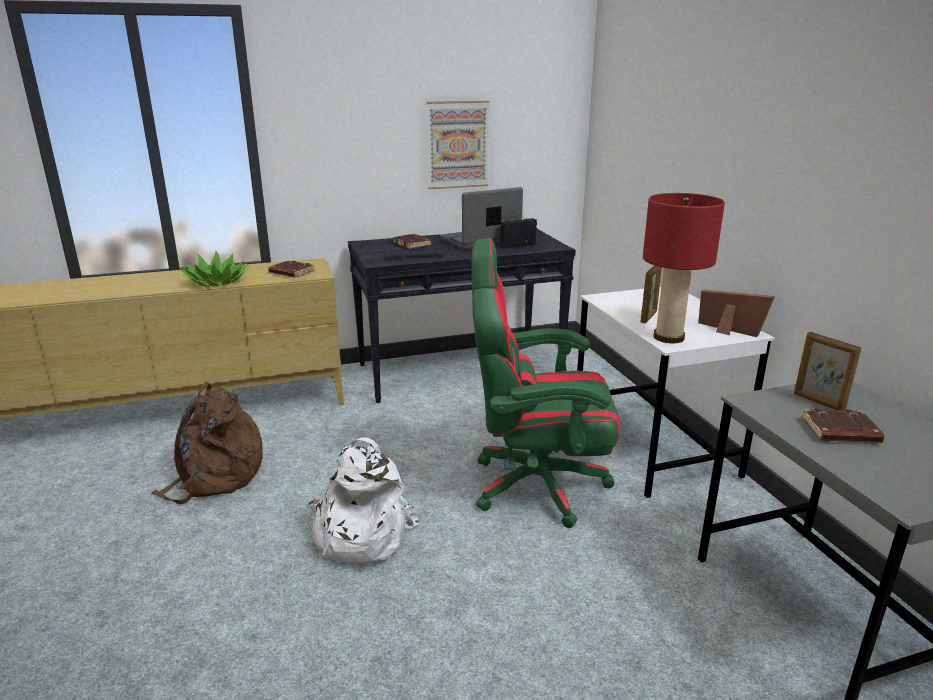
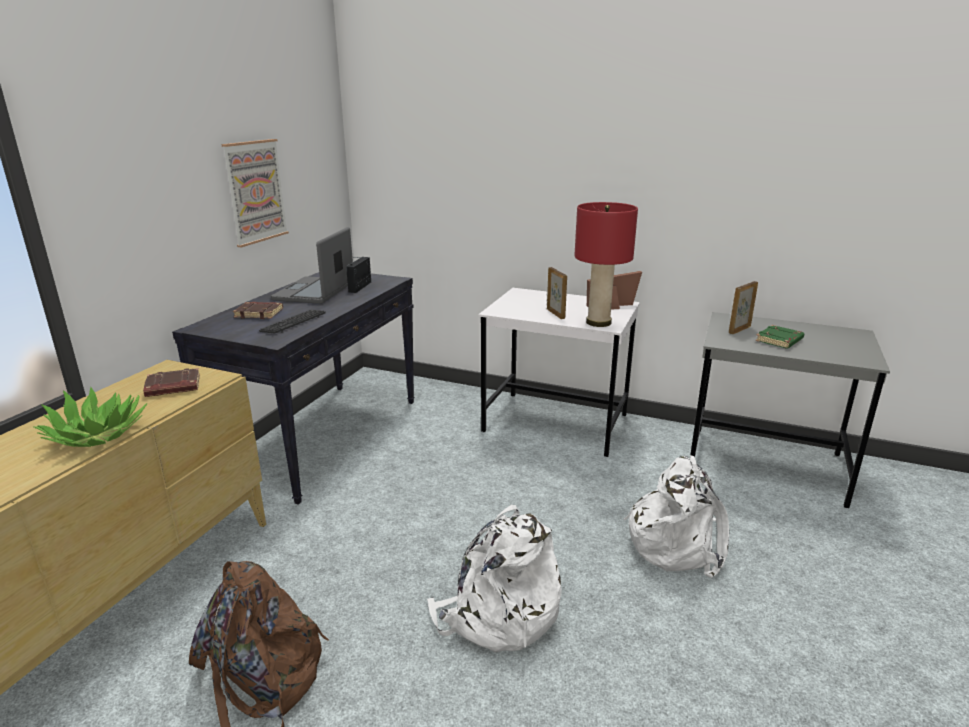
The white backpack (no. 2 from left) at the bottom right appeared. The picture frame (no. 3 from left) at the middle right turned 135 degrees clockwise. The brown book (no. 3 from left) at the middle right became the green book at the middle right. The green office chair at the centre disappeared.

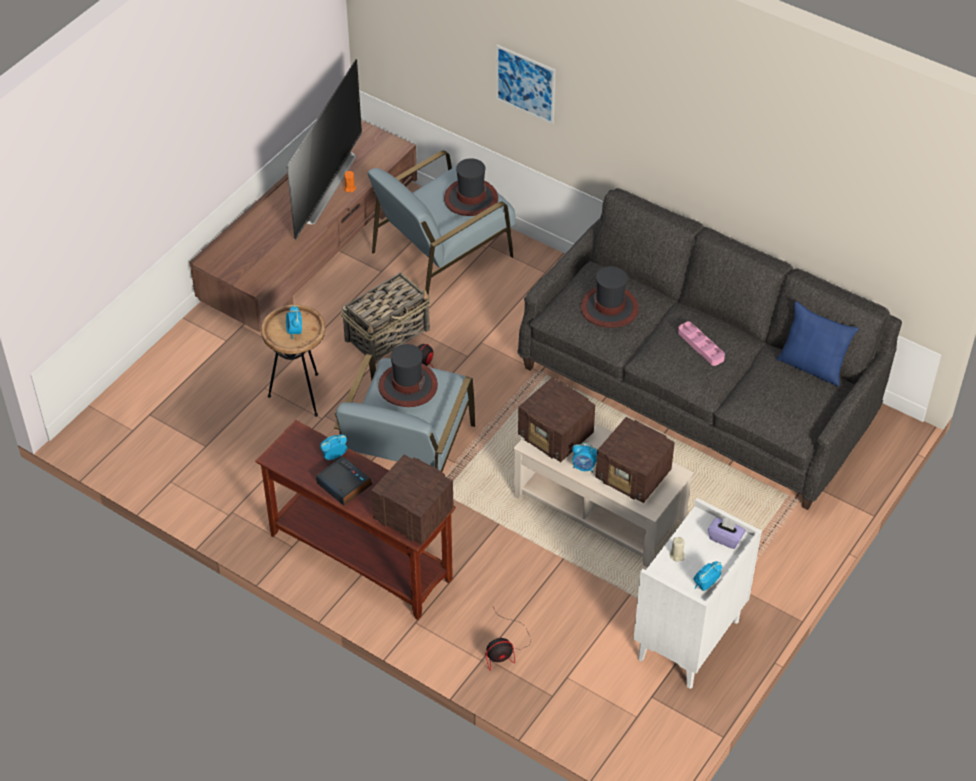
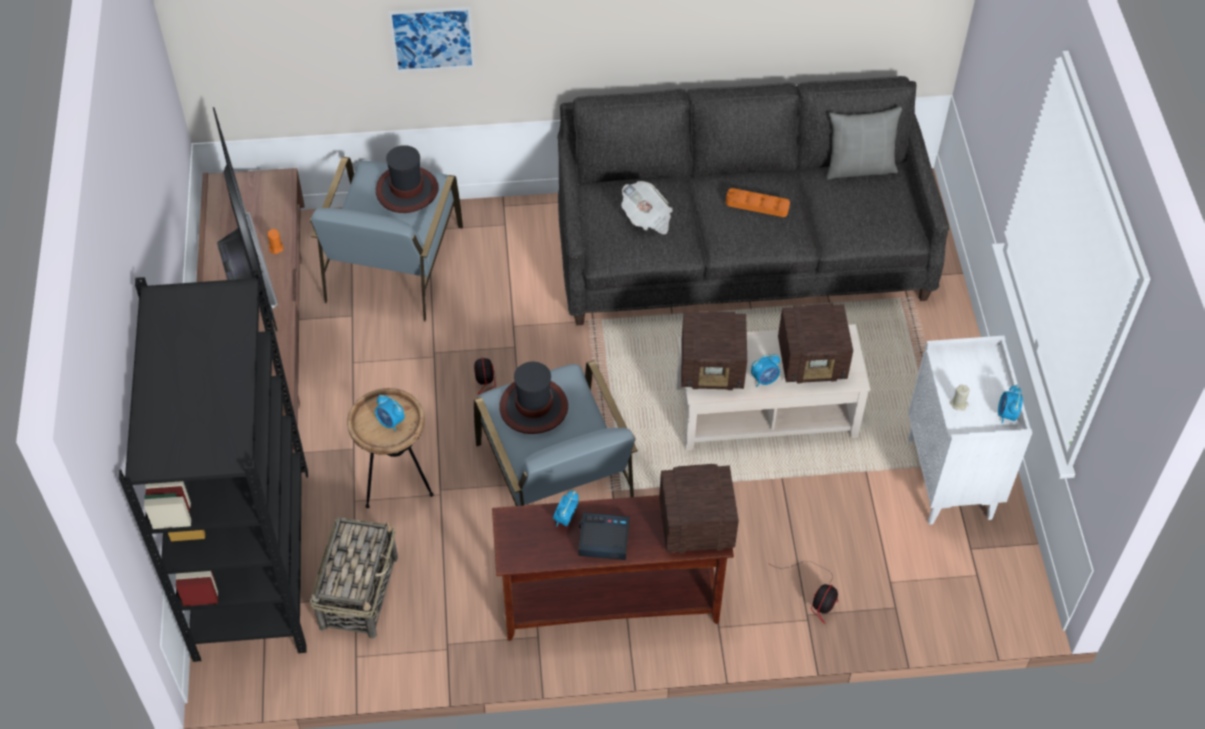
The black bookcase at the middle left appeared. The basket moved from the centre to the bottom left. The hat (no. 3 from left) at the centre was replaced by the newspaper at the top centre. The pink tray at the middle right became the orange tray at the top centre. The blue pillow at the middle right became the grey pillow at the top right. The purple tissue box at the bottom right disappeared.

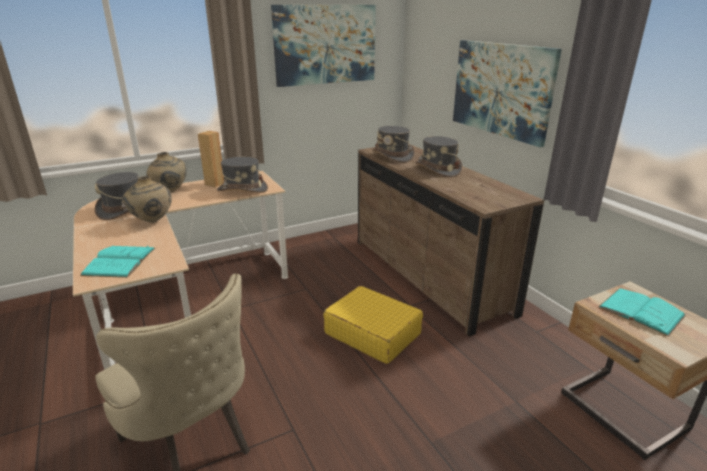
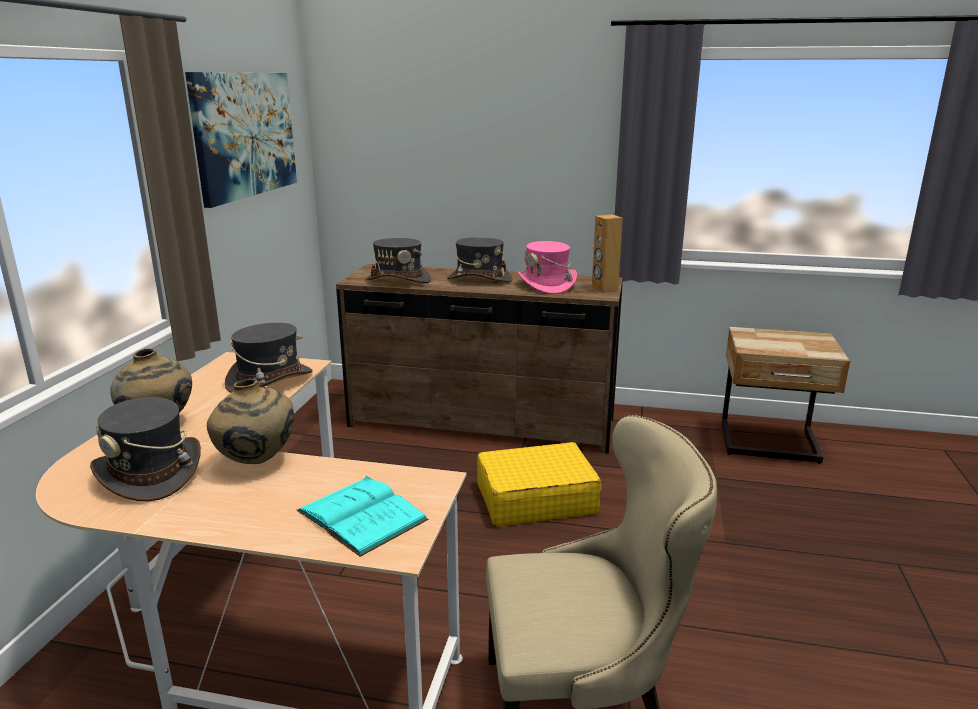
The pink hat at the centre appeared. The brown speaker moved from the middle left to the centre. The picture (no. 2 from left) at the top right disappeared. The turquoise book (no. 2 from left) at the middle right disappeared.

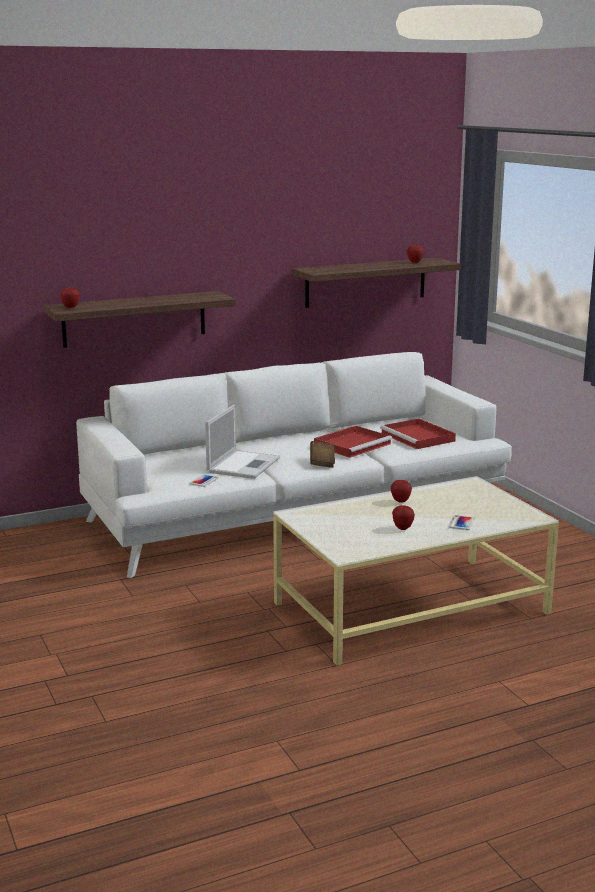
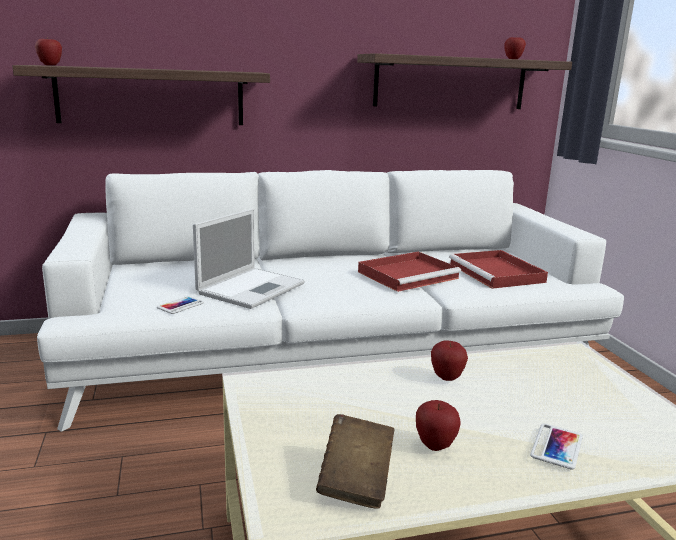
The brown book moved from the centre to the bottom centre.

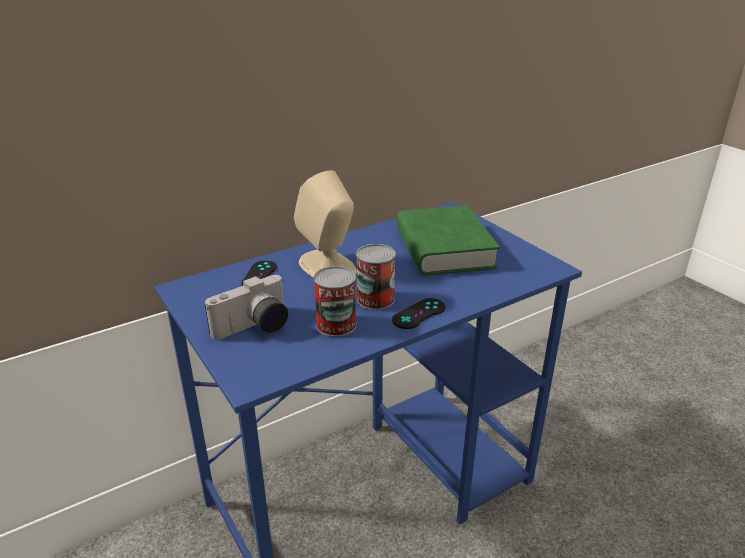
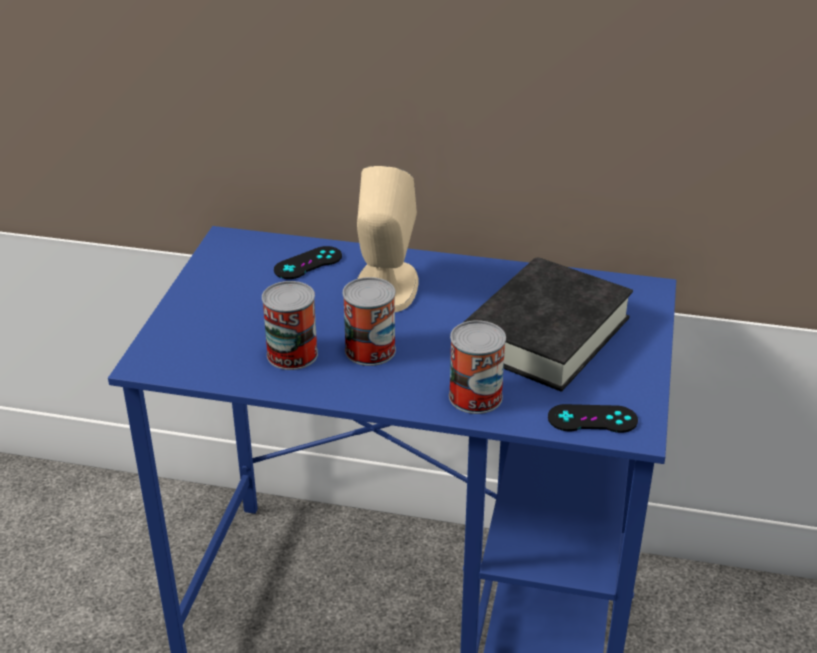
The can (no. 3 from left) at the centre appeared. The green book at the centre became the black book at the middle right. The black game controller (no. 2 from left) moved from the centre to the middle right. The photo camera at the middle left disappeared.

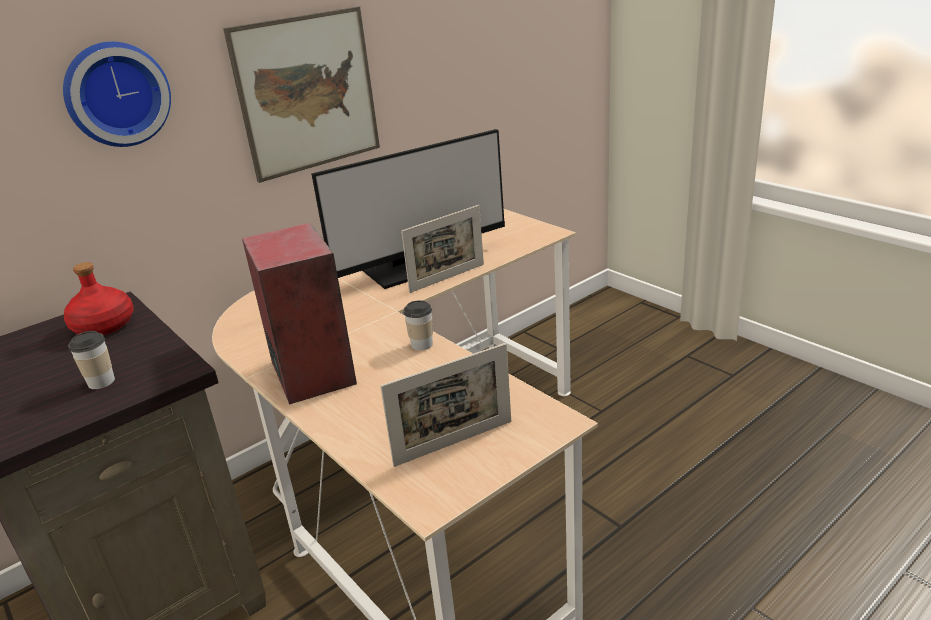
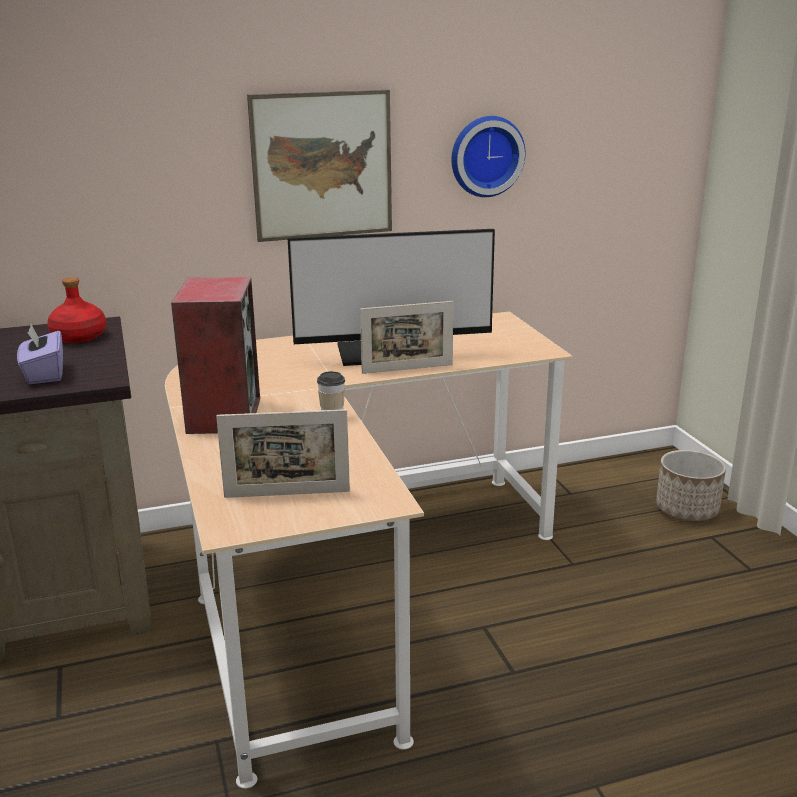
The cup (no. 1 from left) at the middle left was replaced by the purple tissue box at the middle left. The wall clock moved from the top left to the top centre. The planter at the middle right appeared.

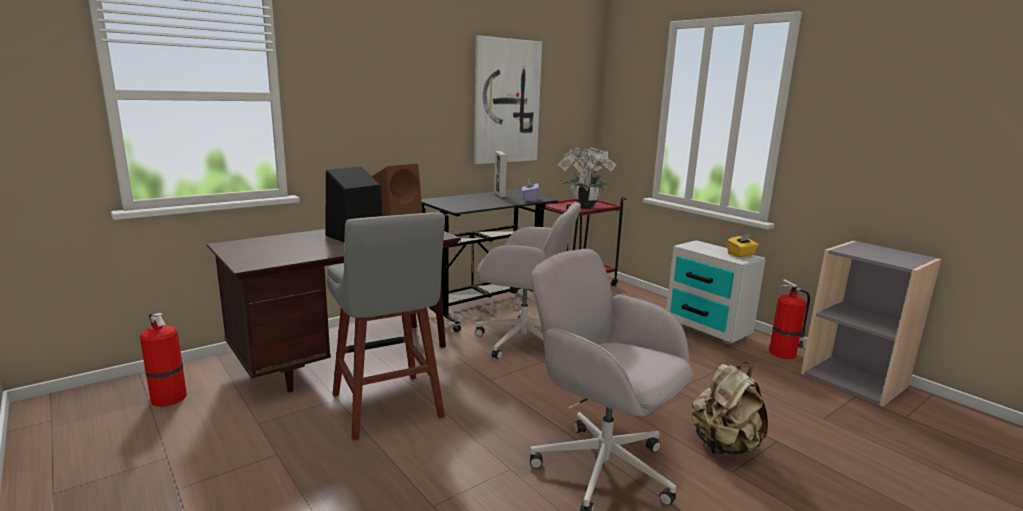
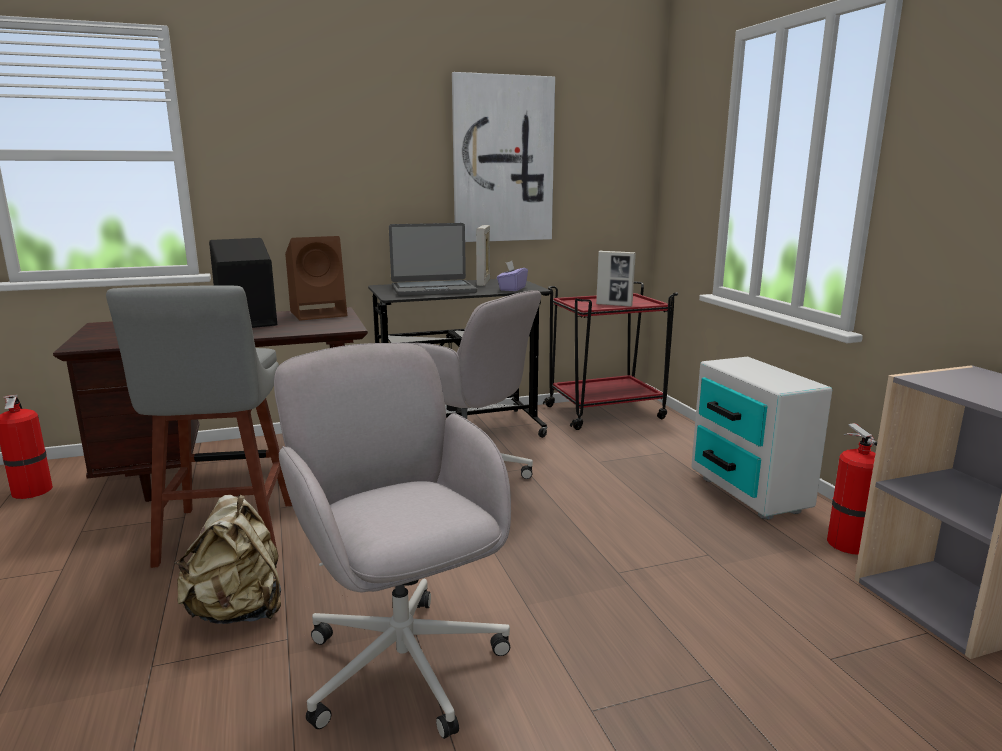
The beige backpack moved from the bottom right to the bottom left. The laptop at the centre appeared. The potted plant at the centre was replaced by the picture frame (no. 2 from left) at the centre. The yellow tissue box at the middle right disappeared.

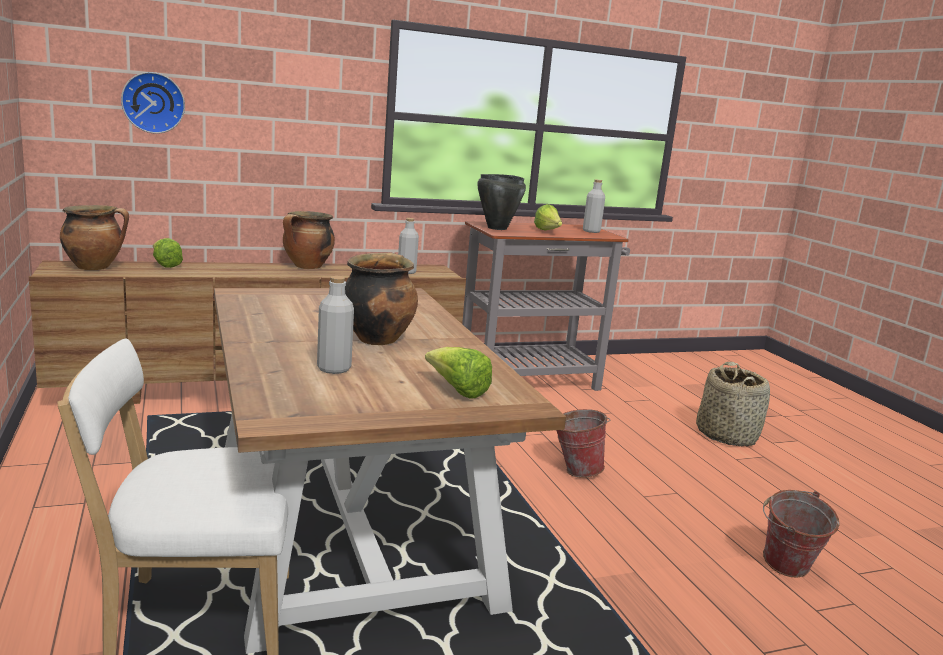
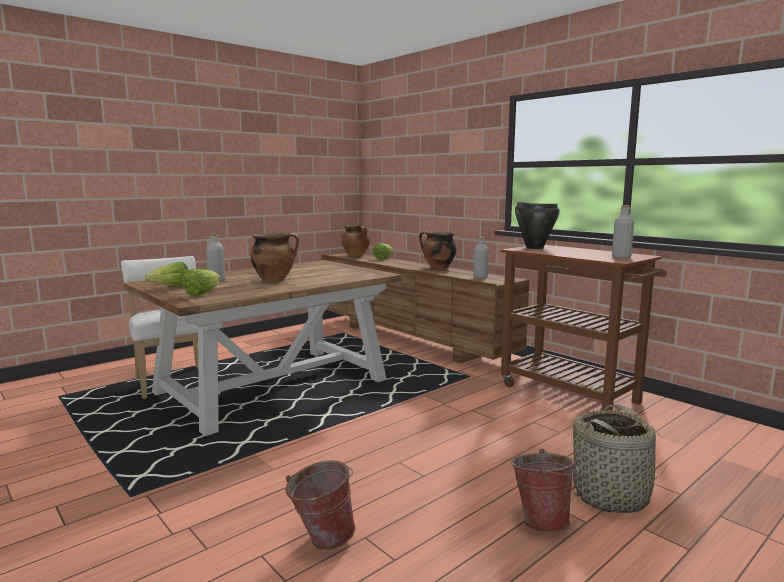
The lettuce (no. 3 from left in the first image) moved from the top centre to the middle left. The grey cart at the centre became the brown cart at the middle right. The bucket (no. 1 from left in the first image) moved from the bottom centre to the bottom right. The wall clock at the top left disappeared.

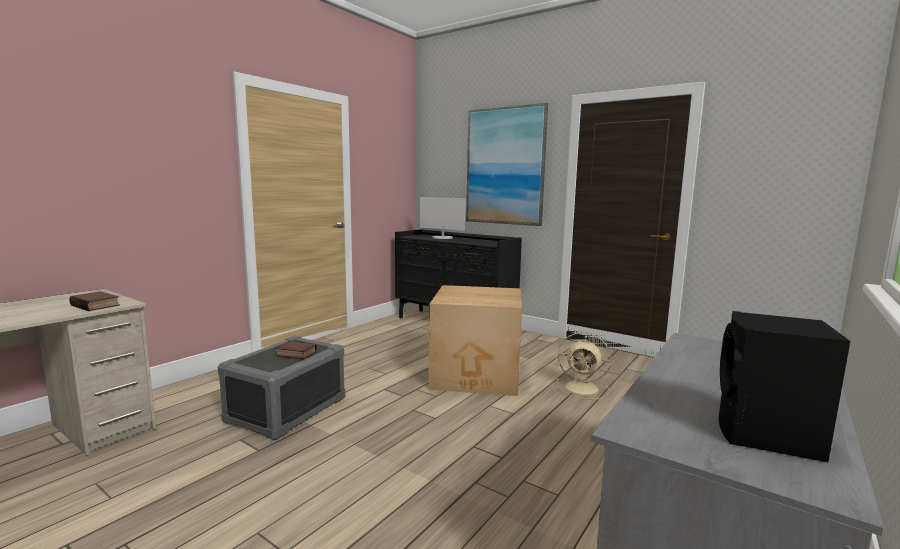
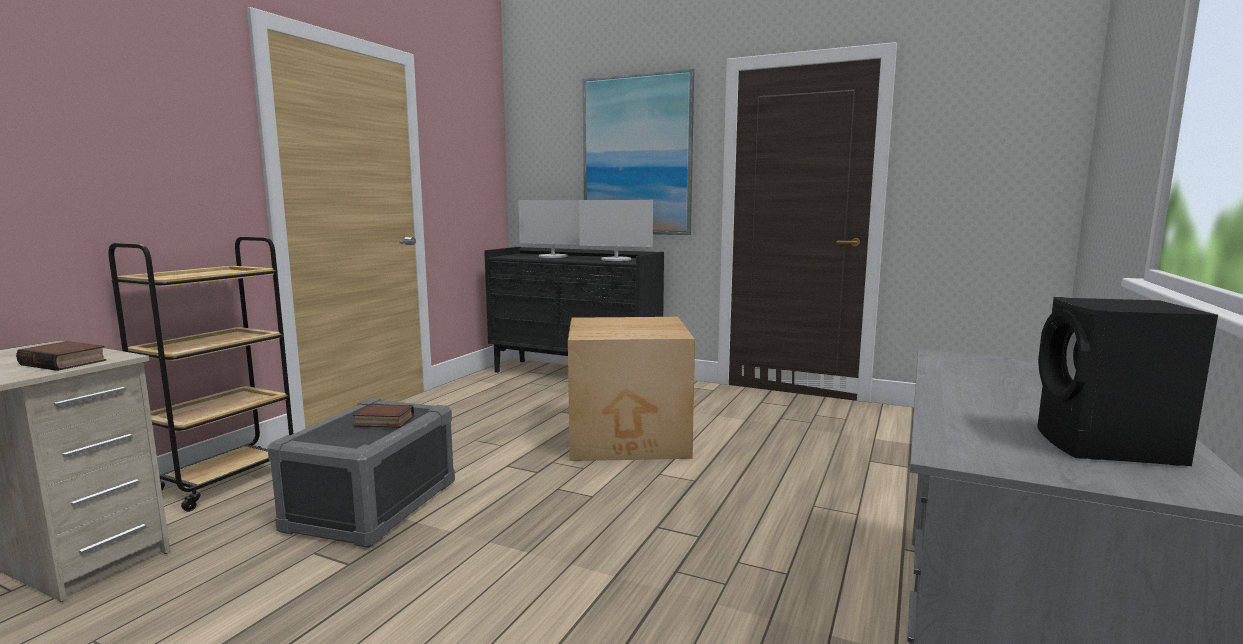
The brown cart at the middle left appeared. The monitor (no. 2 from left) at the centre appeared. The beige fan at the bottom centre disappeared.

